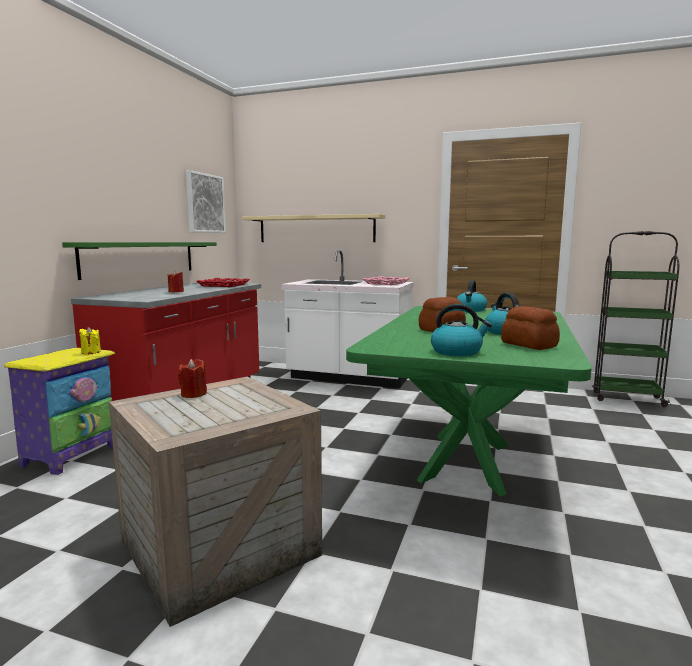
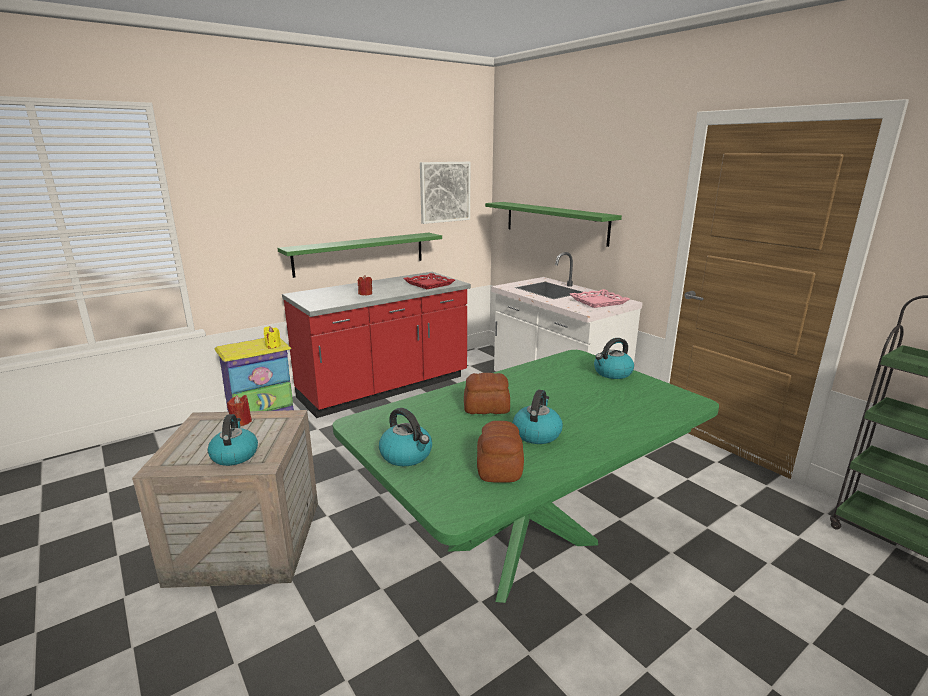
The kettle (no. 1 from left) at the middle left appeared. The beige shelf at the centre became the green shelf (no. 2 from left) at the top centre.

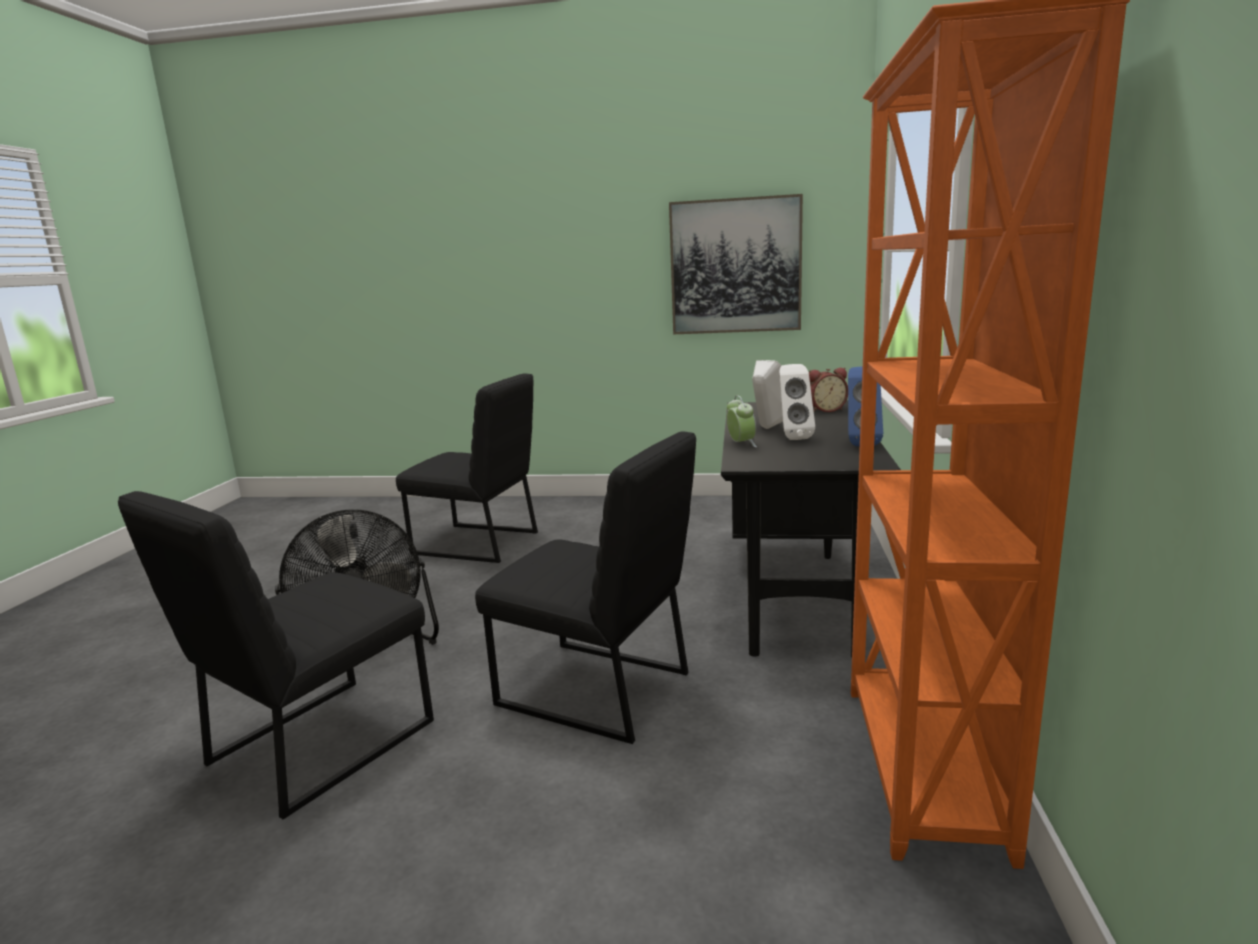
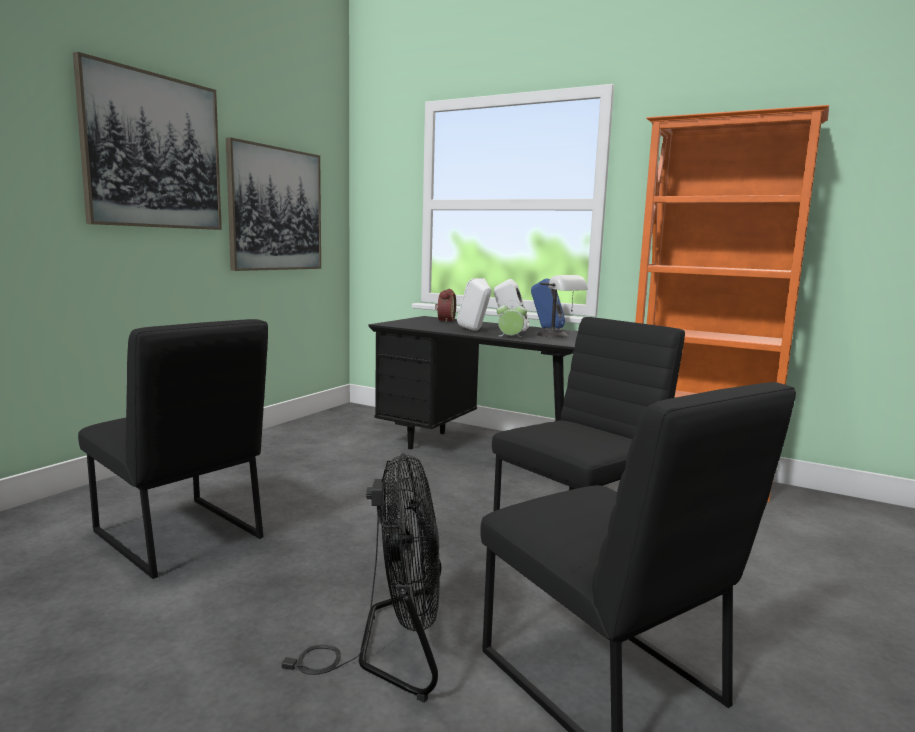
The picture (no. 1 from left) at the top left appeared. The black chair (no. 2 from left in the first image) at the centre turned 90 degrees clockwise. The table lamp at the centre appeared.

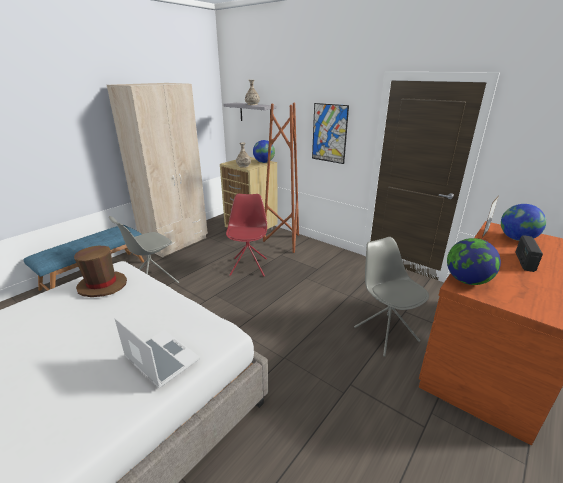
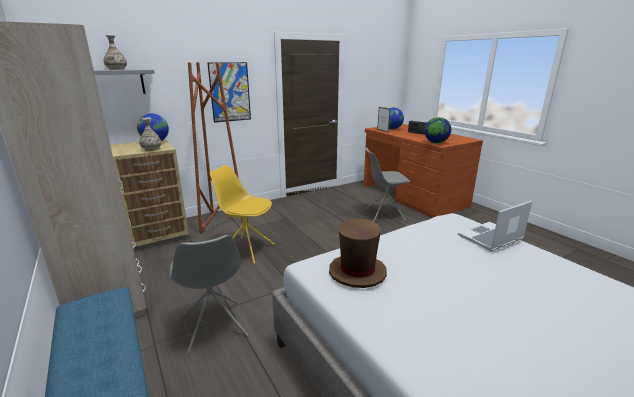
The red chair at the centre became the yellow chair at the centre.

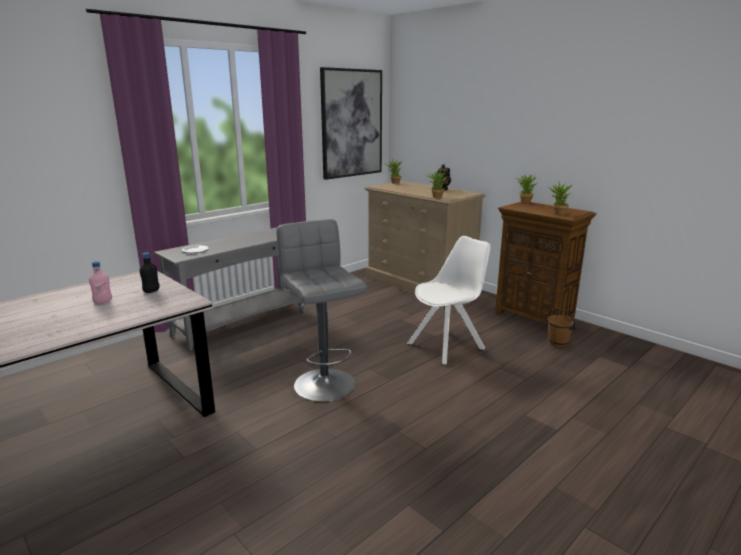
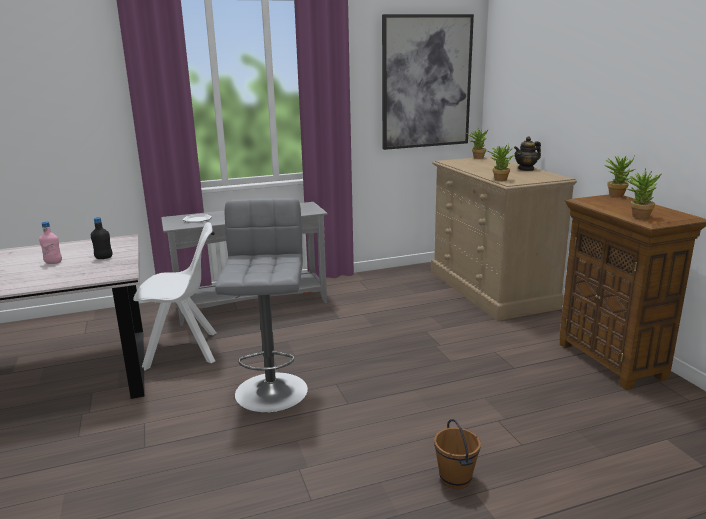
The white chair moved from the centre to the middle left. The brown bucket moved from the middle right to the bottom centre.

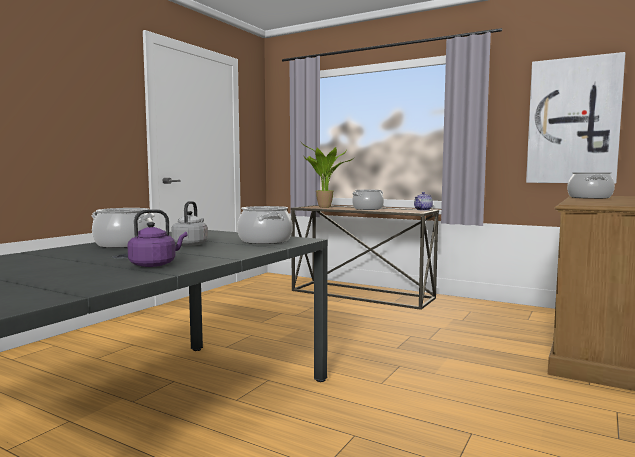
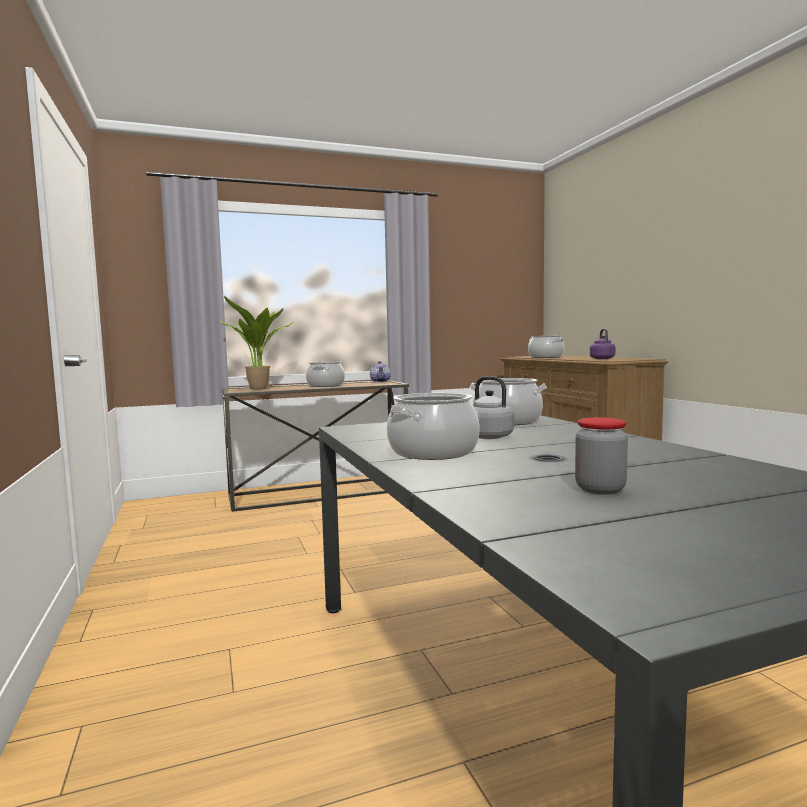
The jar at the middle right appeared. The purple kettle moved from the middle left to the middle right. The picture at the top right disappeared.

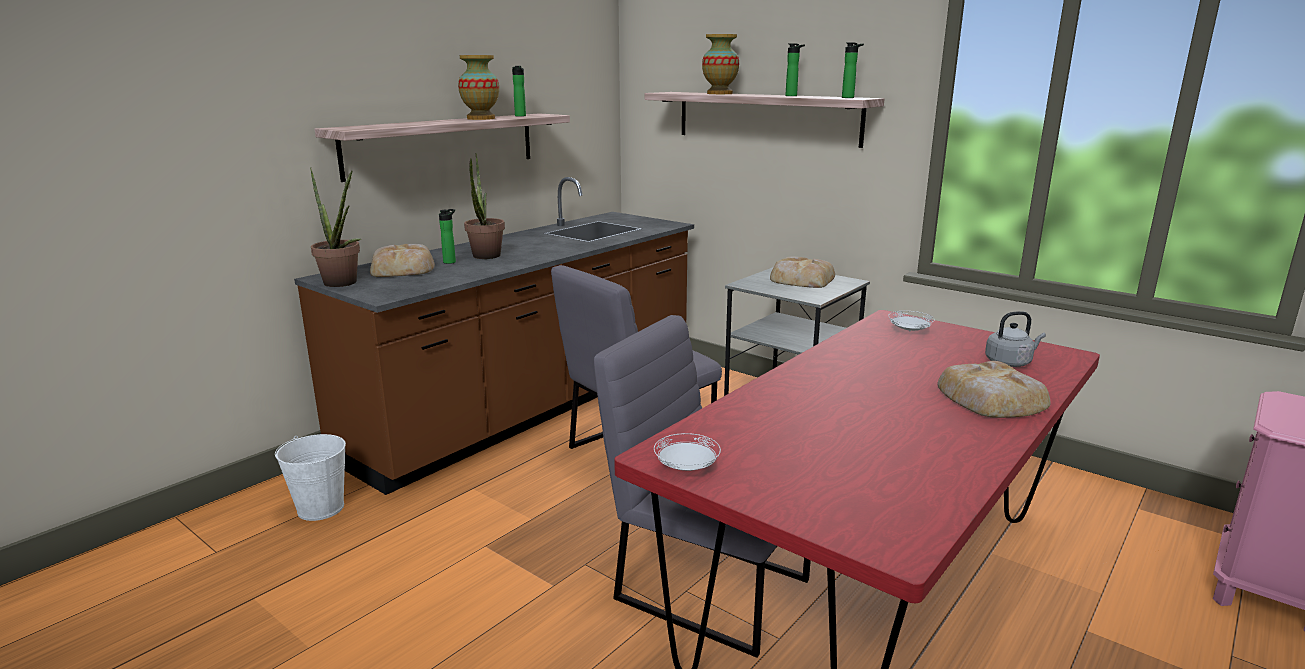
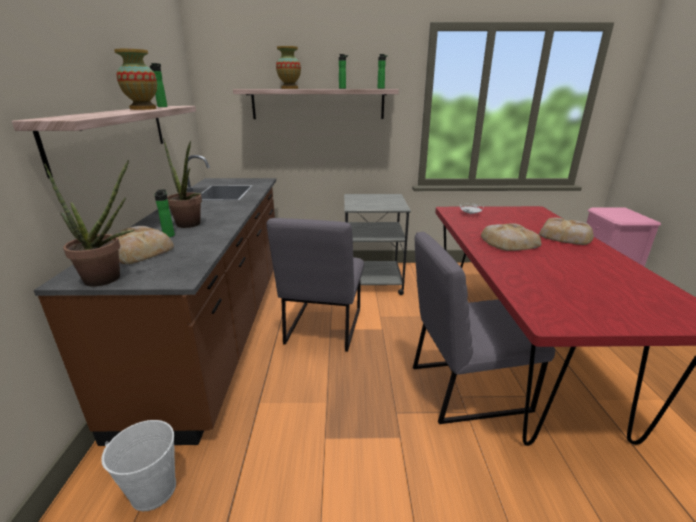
The bread (no. 2 from left) moved from the centre to the middle right. The white plate (no. 1 from left) at the bottom centre disappeared. The grey kettle at the middle right disappeared.

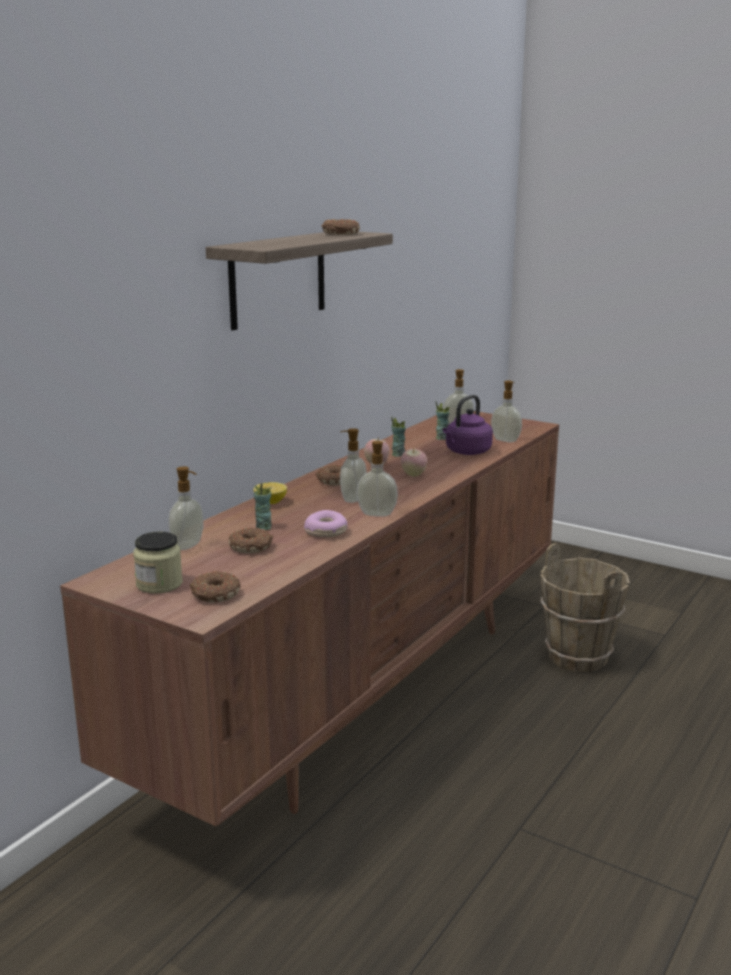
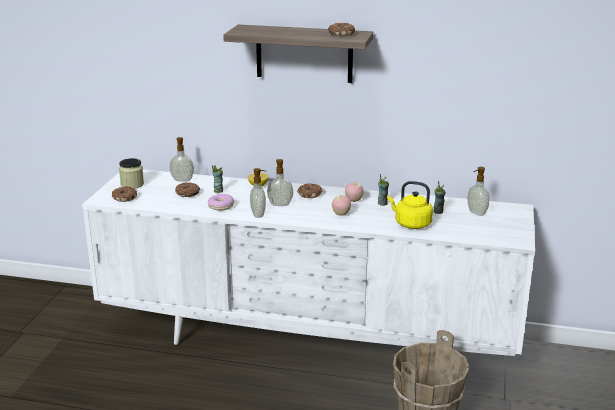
The brown cabinet at the centre became the white cabinet at the centre. The purple kettle at the centre became the yellow kettle at the middle right. The soap dispenser (no. 5 from left) at the middle right disappeared.

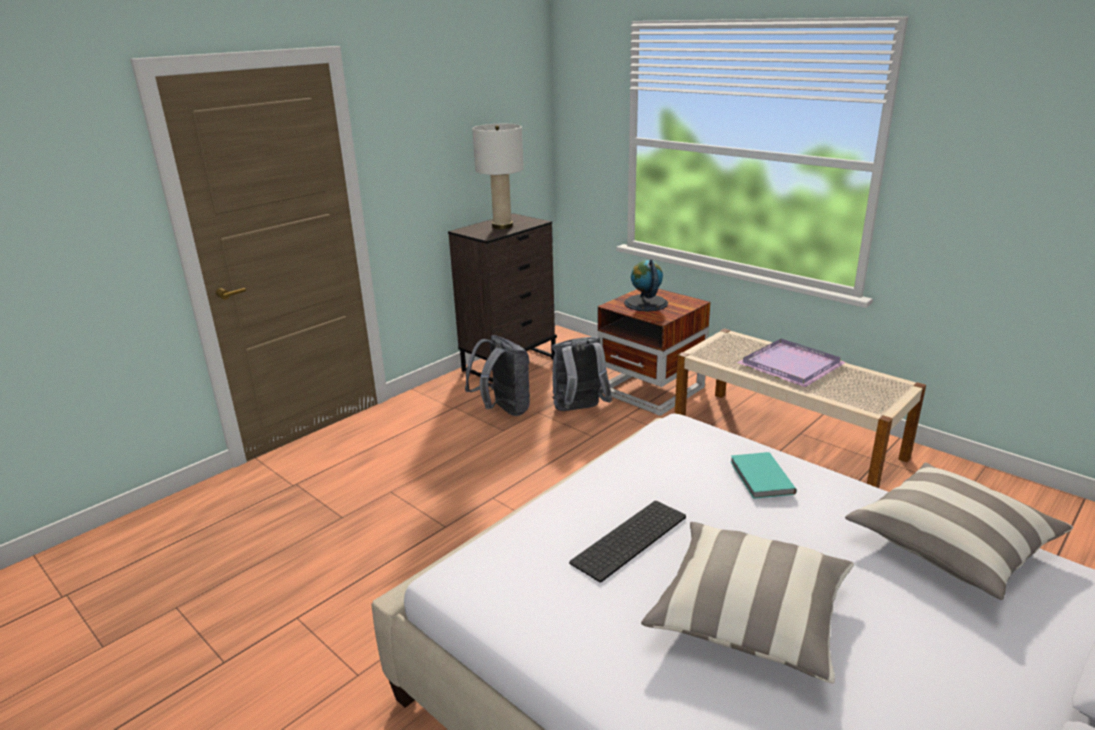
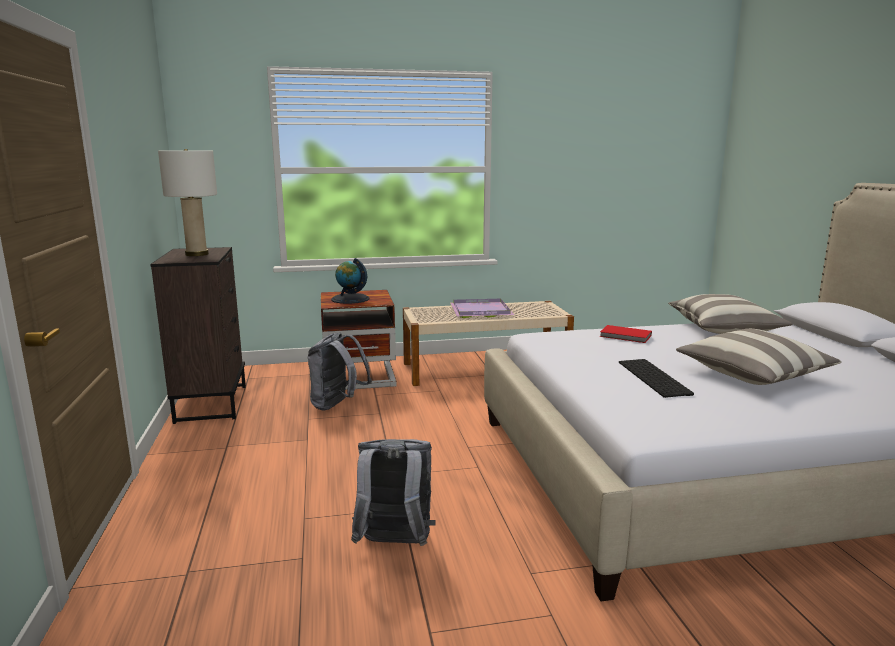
The grey backpack (no. 1 from left in the first image) moved from the centre to the bottom centre. The turquoise book at the middle right became the red book at the middle right.

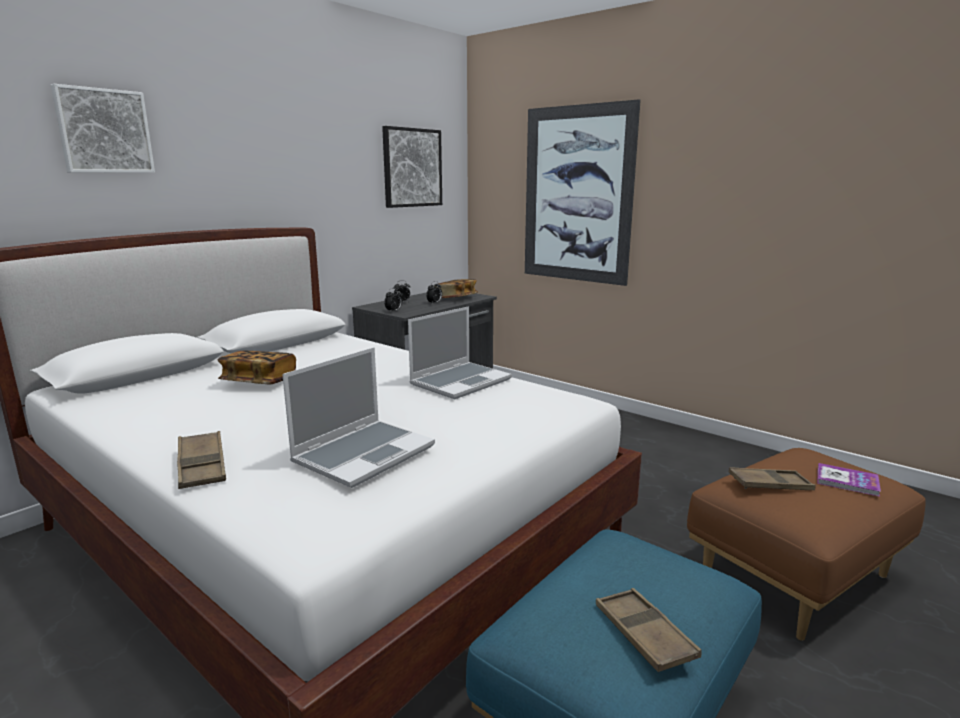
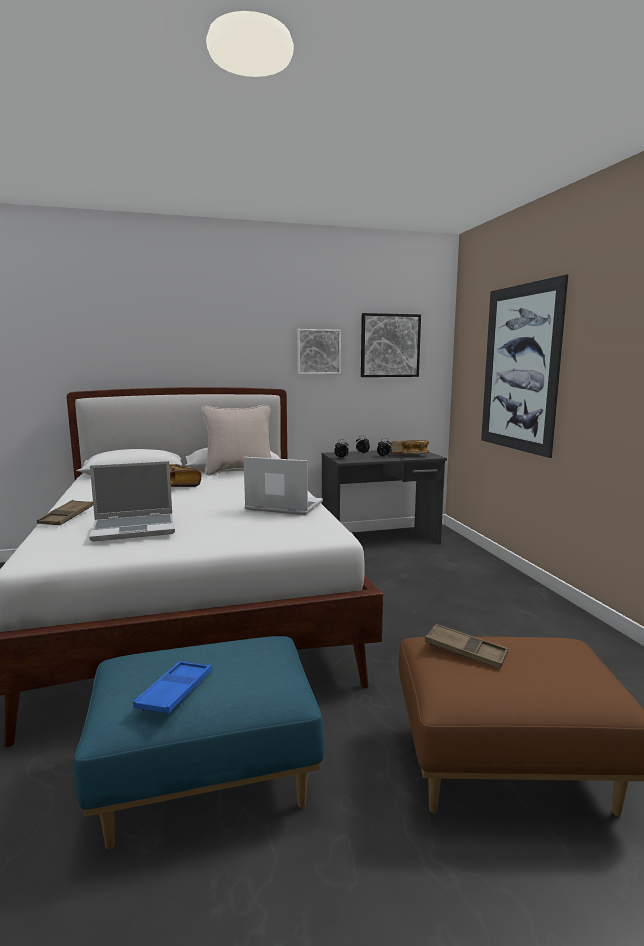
The brown tray (no. 2 from left) at the bottom right became the blue tray at the bottom left. The beige pillow at the centre appeared. The laptop (no. 2 from left) at the centre turned 150 degrees counterclockwise. The picture (no. 1 from left) moved from the top left to the centre. The book (no. 3 from left) at the bottom right disappeared.

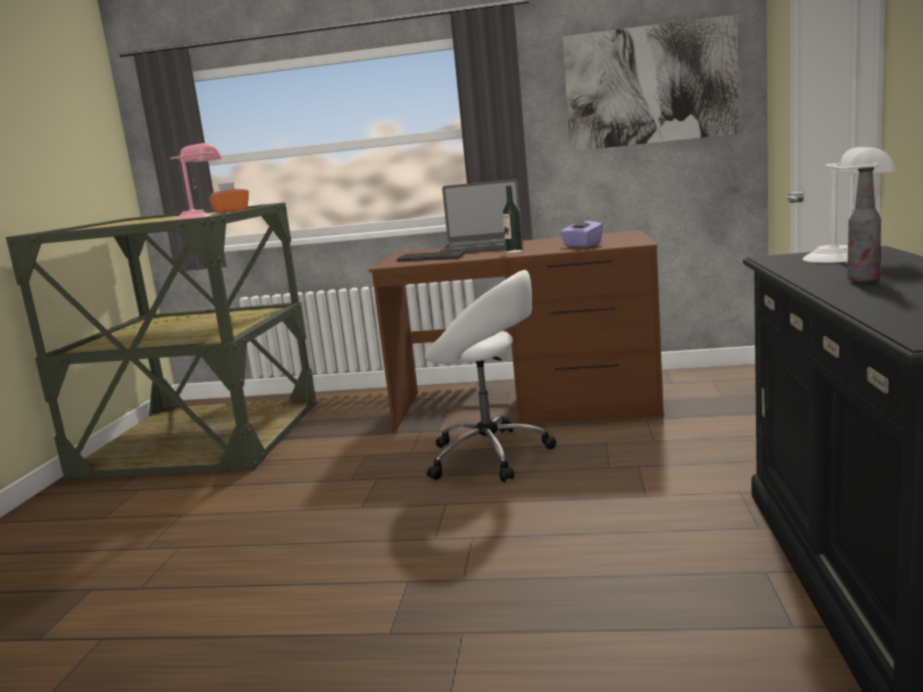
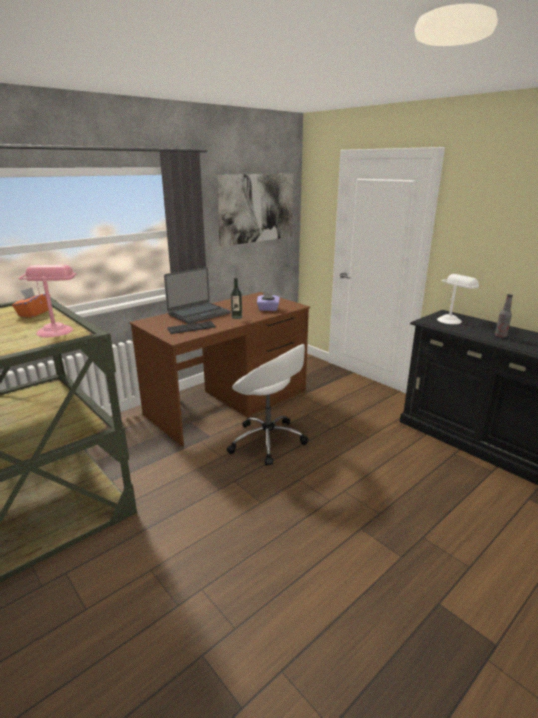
The white office chair at the centre turned 60 degrees clockwise.

